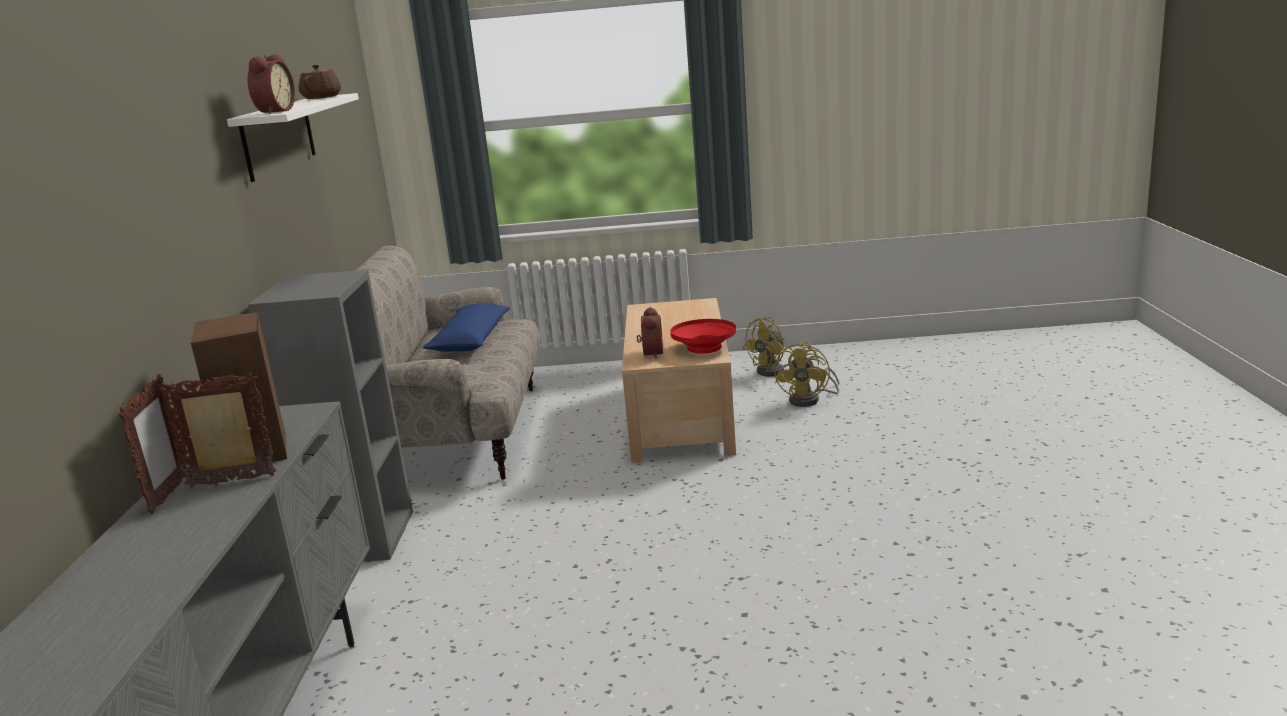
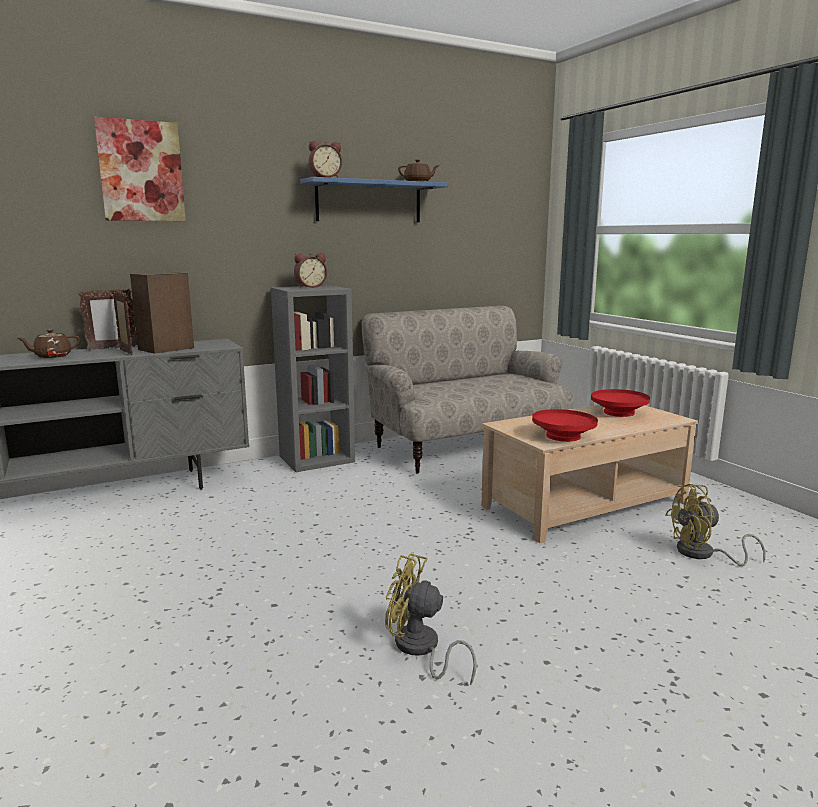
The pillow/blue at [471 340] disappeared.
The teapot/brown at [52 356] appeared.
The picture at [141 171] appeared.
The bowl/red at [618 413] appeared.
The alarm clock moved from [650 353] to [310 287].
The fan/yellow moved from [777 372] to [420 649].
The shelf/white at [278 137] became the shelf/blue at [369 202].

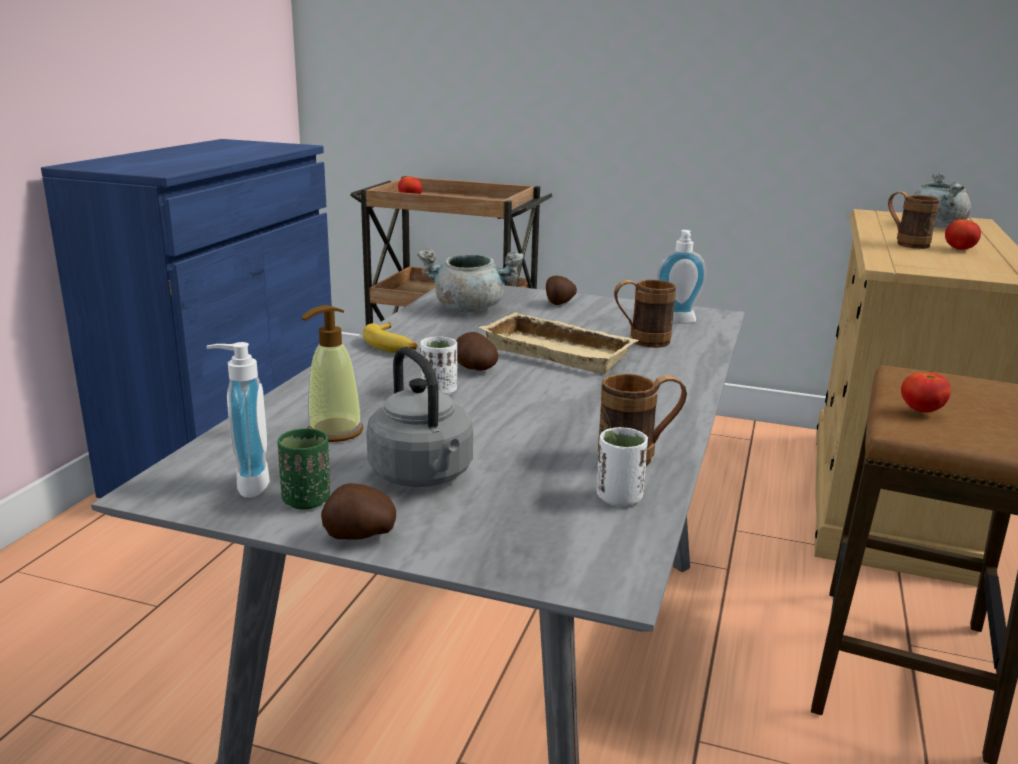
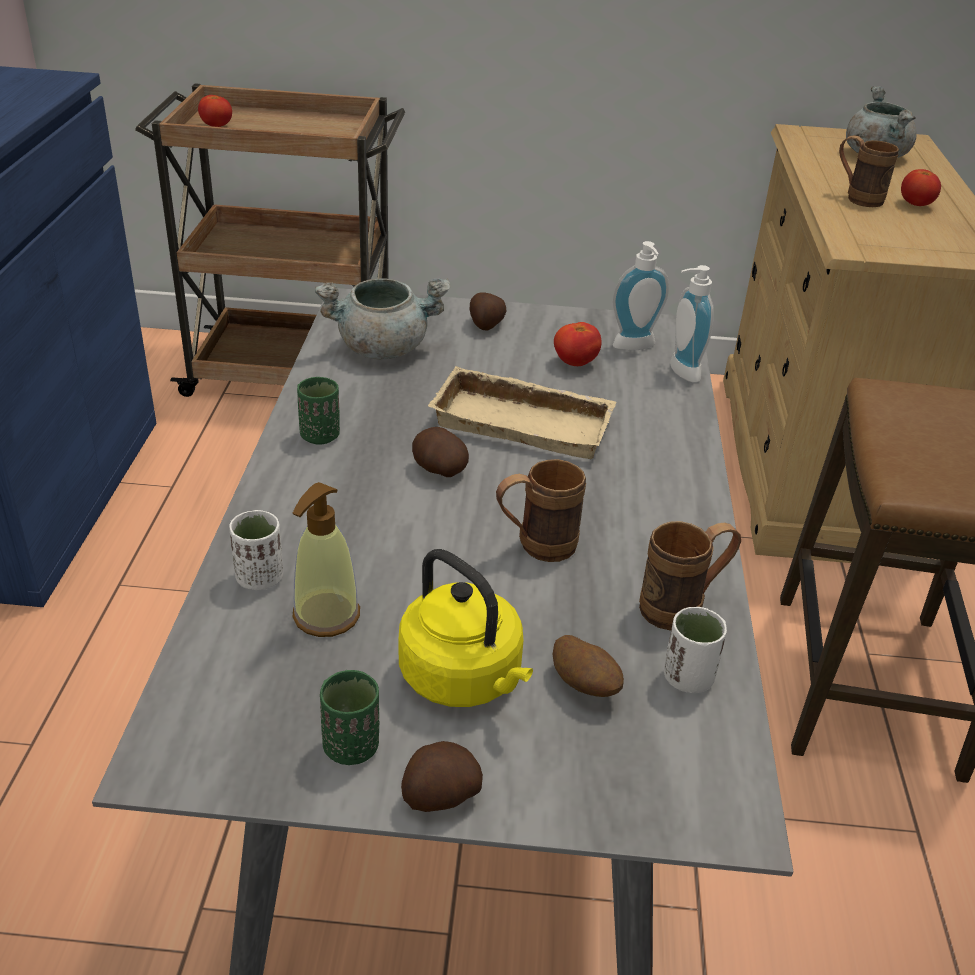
The potato at [585 686] appeared.
The soap dispenser moved from [245 484] to [680 372].
The cup/white moved from [439 391] to [260 578].
The mug/brown moved from [640 341] to [535 547].
The tomato moved from [921 411] to [575 363].
The banana at [392 345] was replaced by the cup/green at [320 436].
The kettle/grey at [423 476] became the kettle/yellow at [464 679].

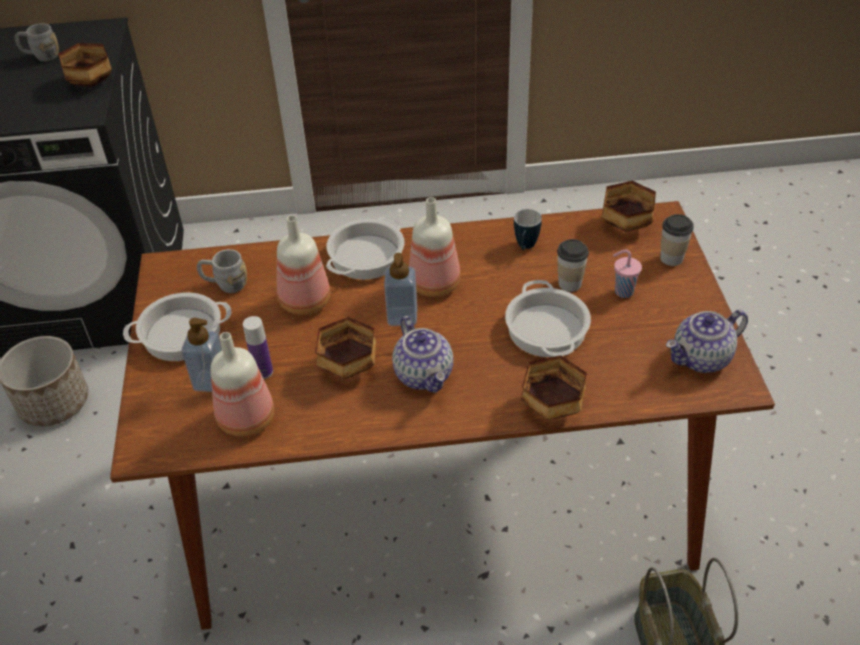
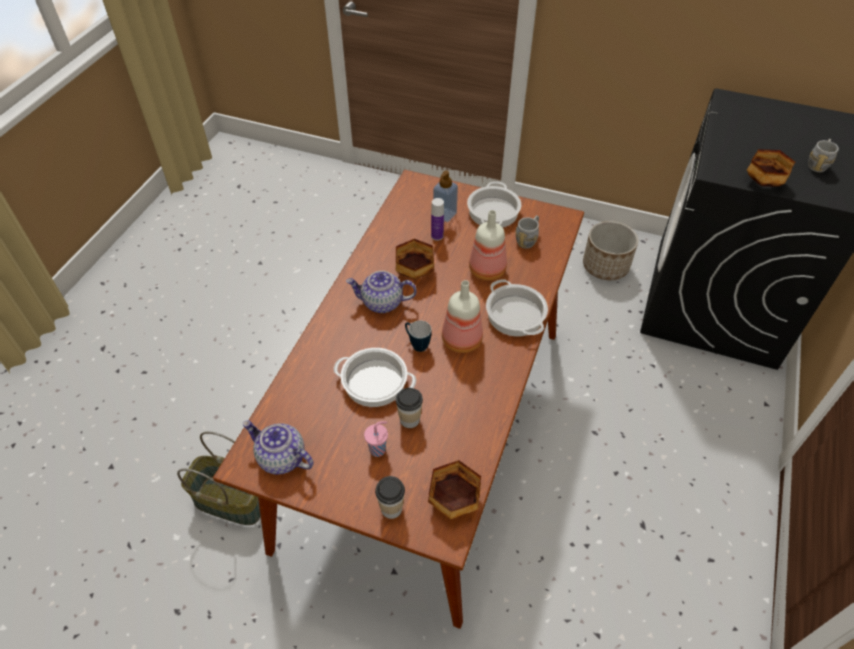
The bottle at [244 418] disappeared.
The soap dispenser at [402 316] disappeared.
The bowl at [551 405] disappeared.
The mug moved from [525 247] to [416 344].
The teapot at [701 359] turned 60 degrees counterclockwise.

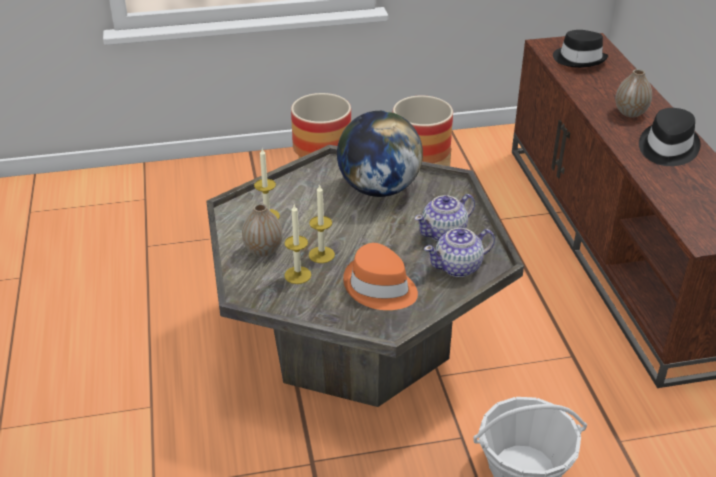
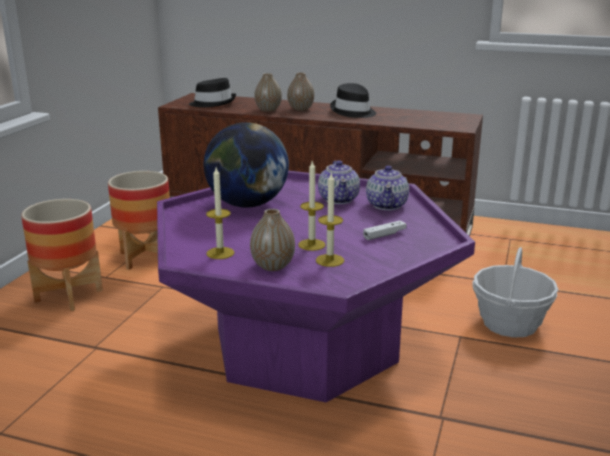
The vase at [268 110] appeared.
The hat/orange at [380 288] was replaced by the game controller/white at [384 235].
The coffee table/grey at [359 337] became the coffee table/purple at [305 344].

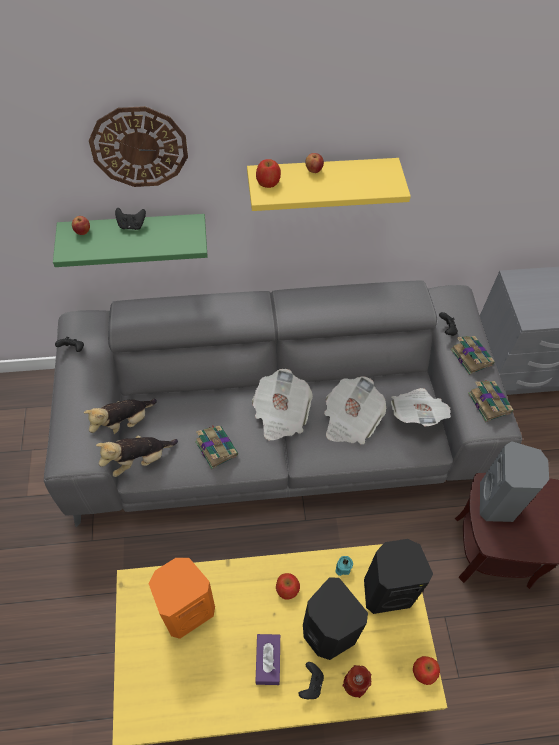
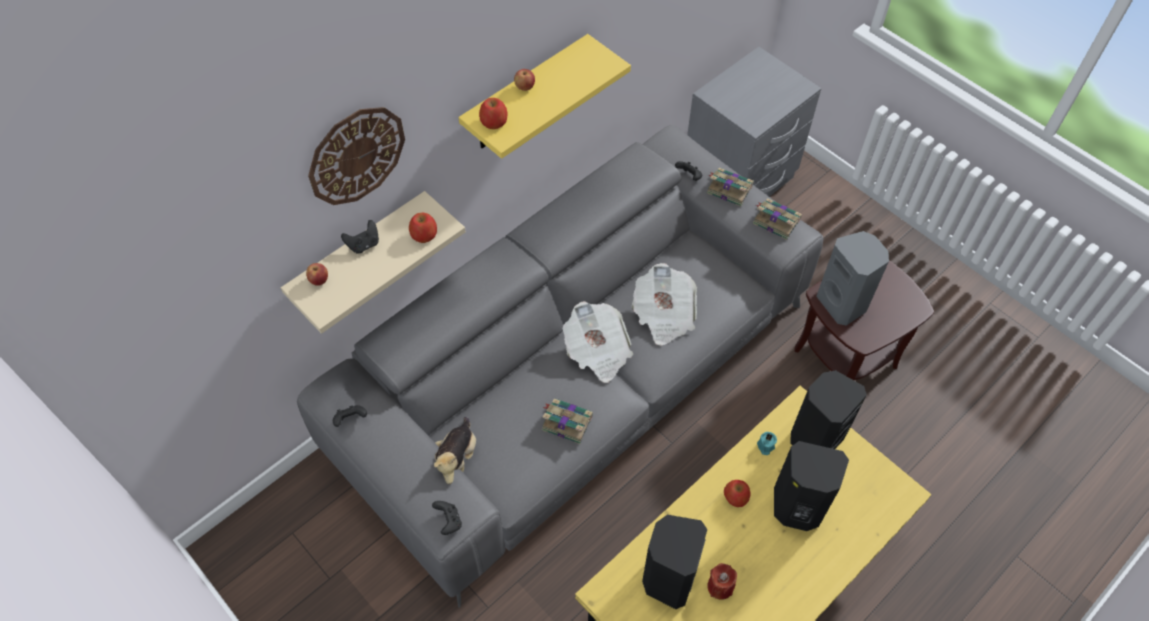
The plush toy at [139 460] disappeared.
The tissue box/purple at [268 661] disappeared.
The newspaper at [416 414] disappeared.
The game controller/black moved from [311 684] to [449 521].
The candle/red moved from [355 683] to [720 586].
The apple moved from [424 672] to [424 234].
The shelf/green at [135 235] became the shelf/beige at [360 255].
The speaker/orange at [186 609] became the speaker/black at [668 578].

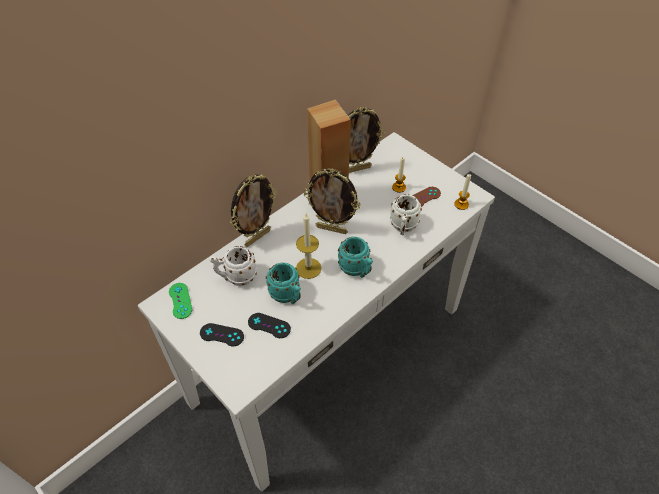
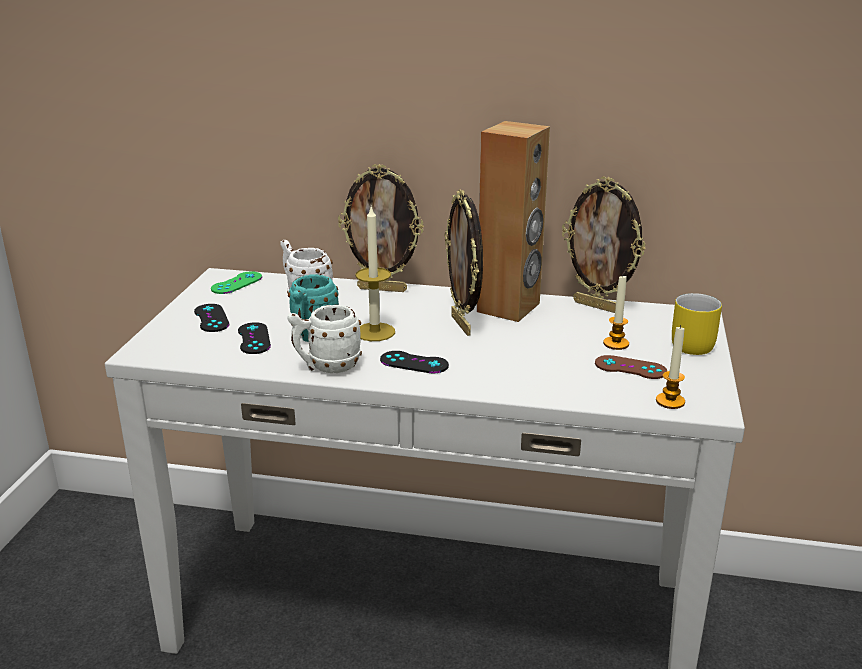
The mug/yellow at [688 343] appeared.
The mug/white moved from [403 228] to [326 367].
The mug/turquoise at [356 270] was replaced by the game controller/black at [414 362].

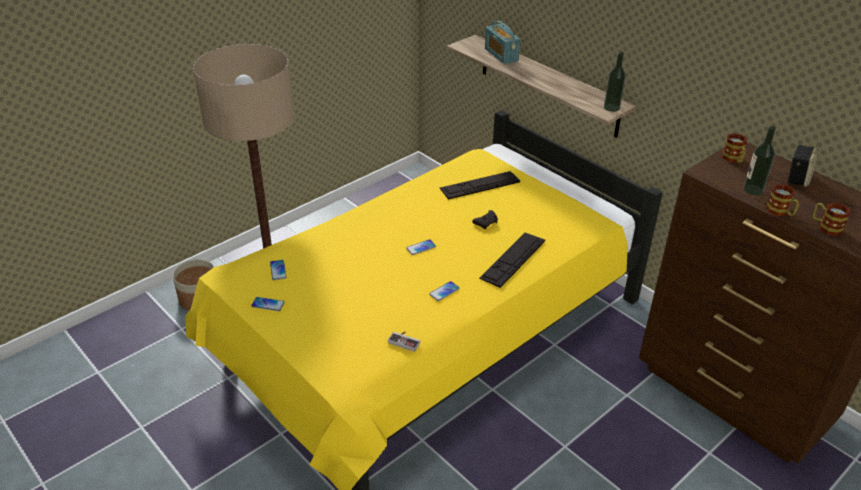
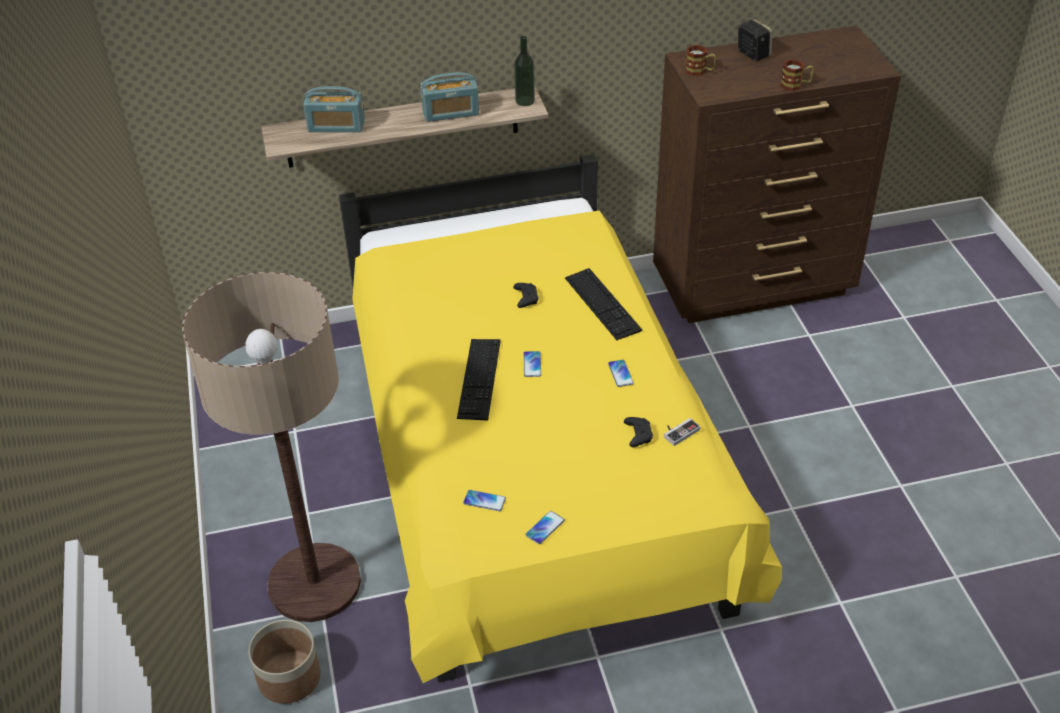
The bottle at [753 189] disappeared.
The mug at [825 227] disappeared.
The radio at [450 113] appeared.
The game controller/black at [637 435] appeared.
The keyboard moved from [480 185] to [479 378].

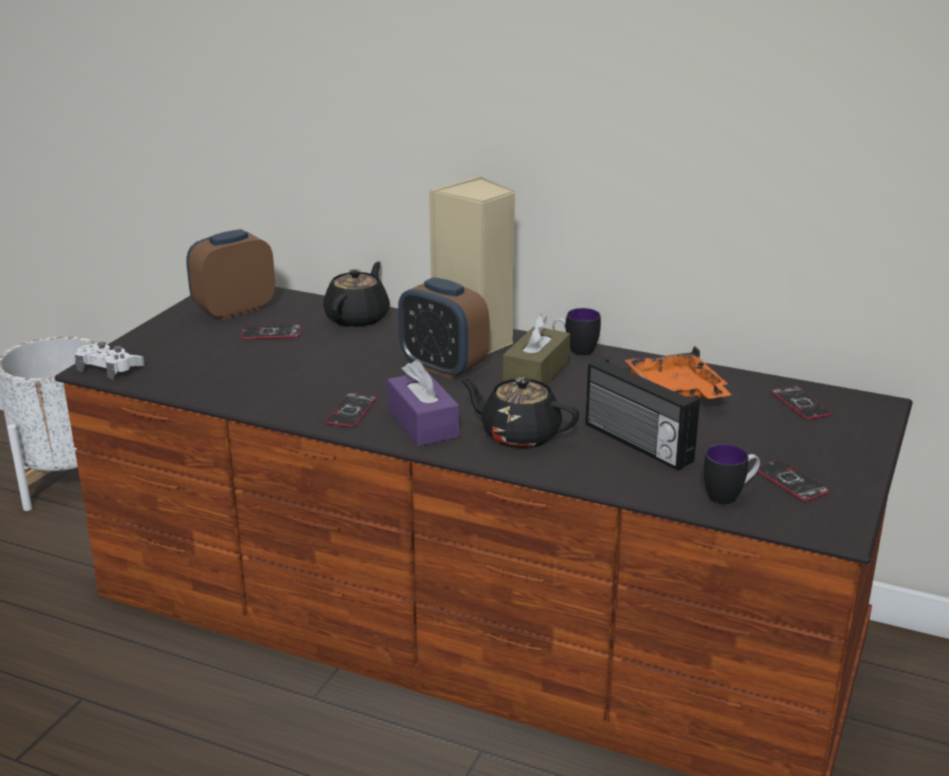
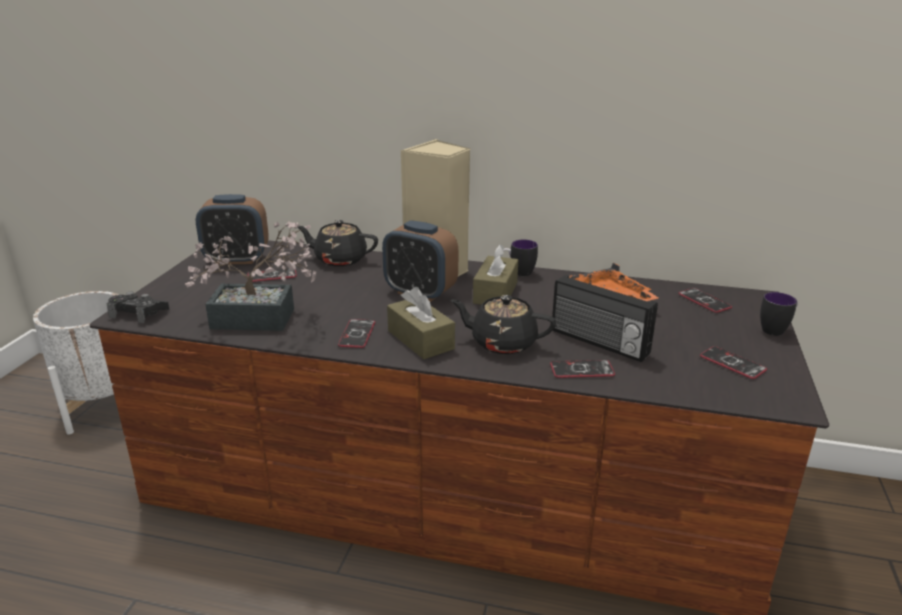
The potted plant at [262 319] appeared.
The phone at [582 370] appeared.
The mug moved from [729 496] to [776 330].
The game controller/white at [109 368] became the game controller/black at [138 313].
The tissue box/purple at [423 423] became the tissue box/brown at [420 340].
The alarm clock at [234 310] turned 135 degrees counterclockwise.
The teapot/black at [358 318] turned 90 degrees counterclockwise.

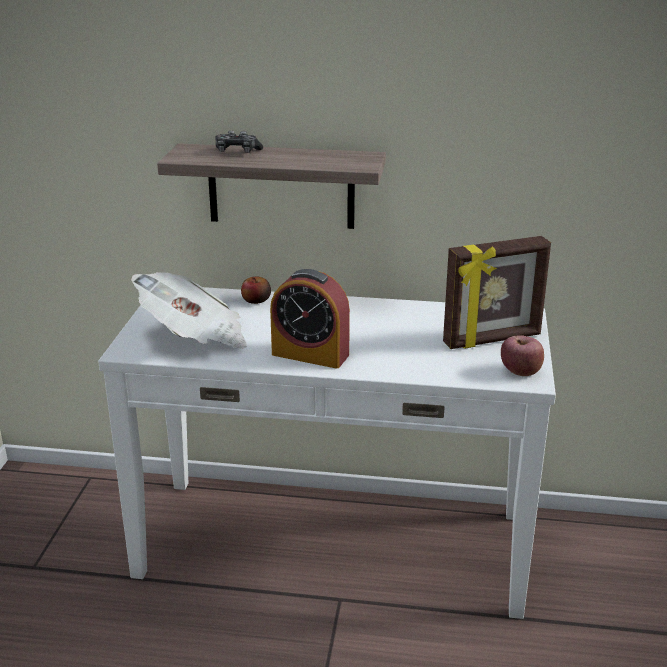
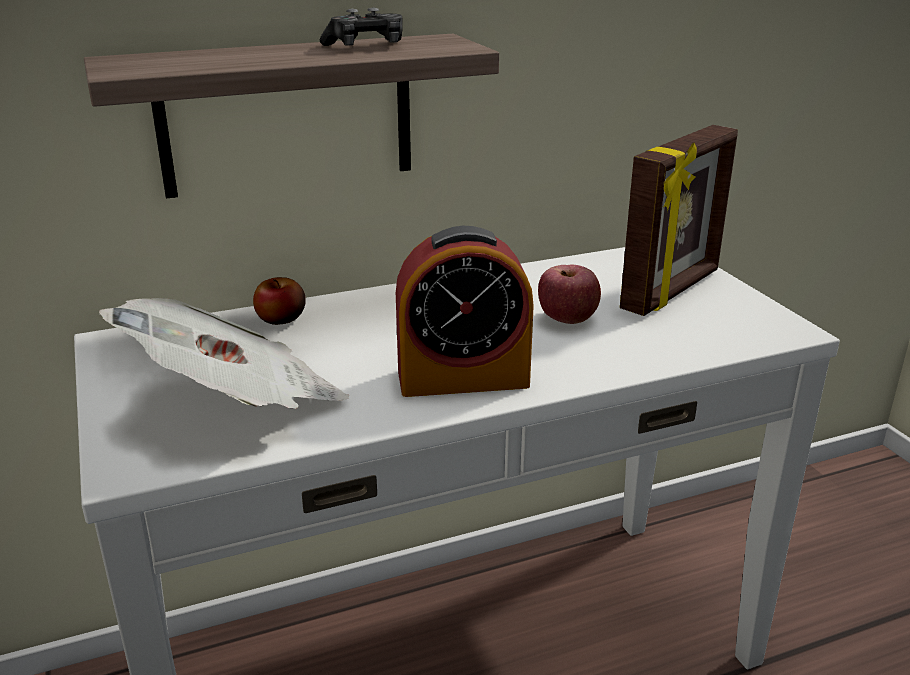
The game controller moved from [237 152] to [366 46].
The apple moved from [520 372] to [567 319].

